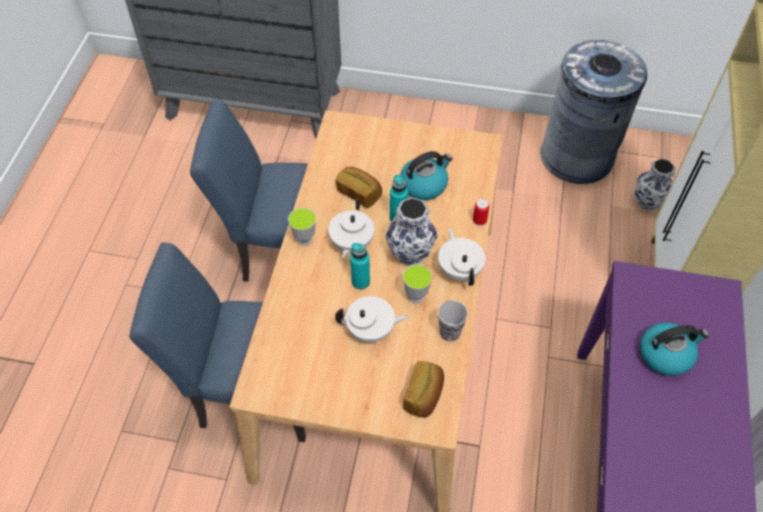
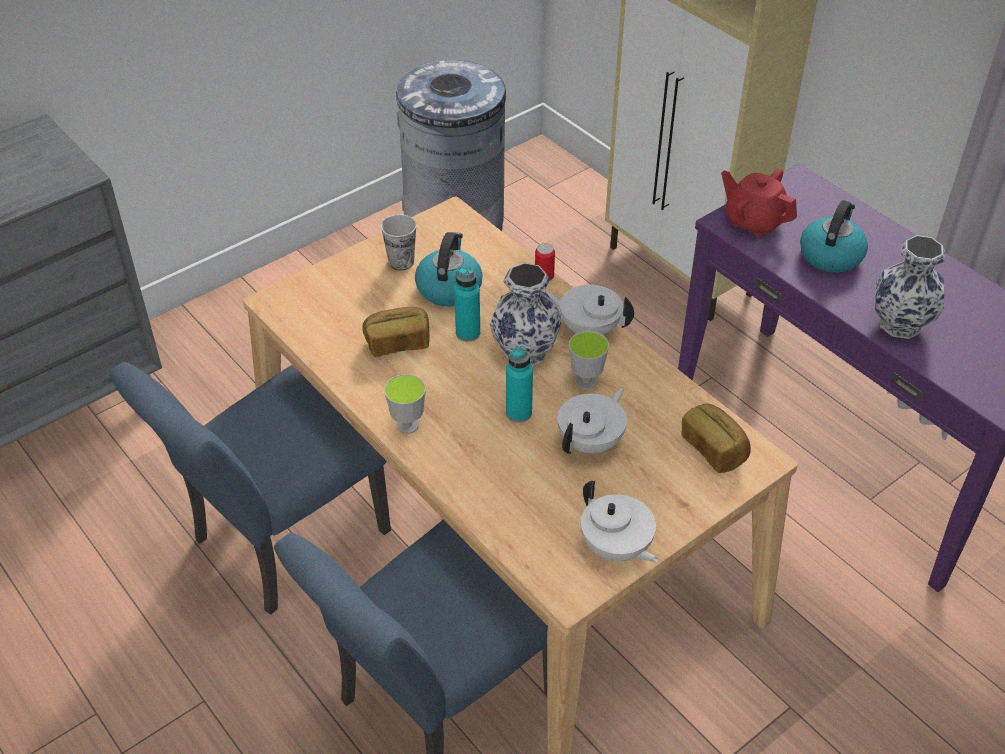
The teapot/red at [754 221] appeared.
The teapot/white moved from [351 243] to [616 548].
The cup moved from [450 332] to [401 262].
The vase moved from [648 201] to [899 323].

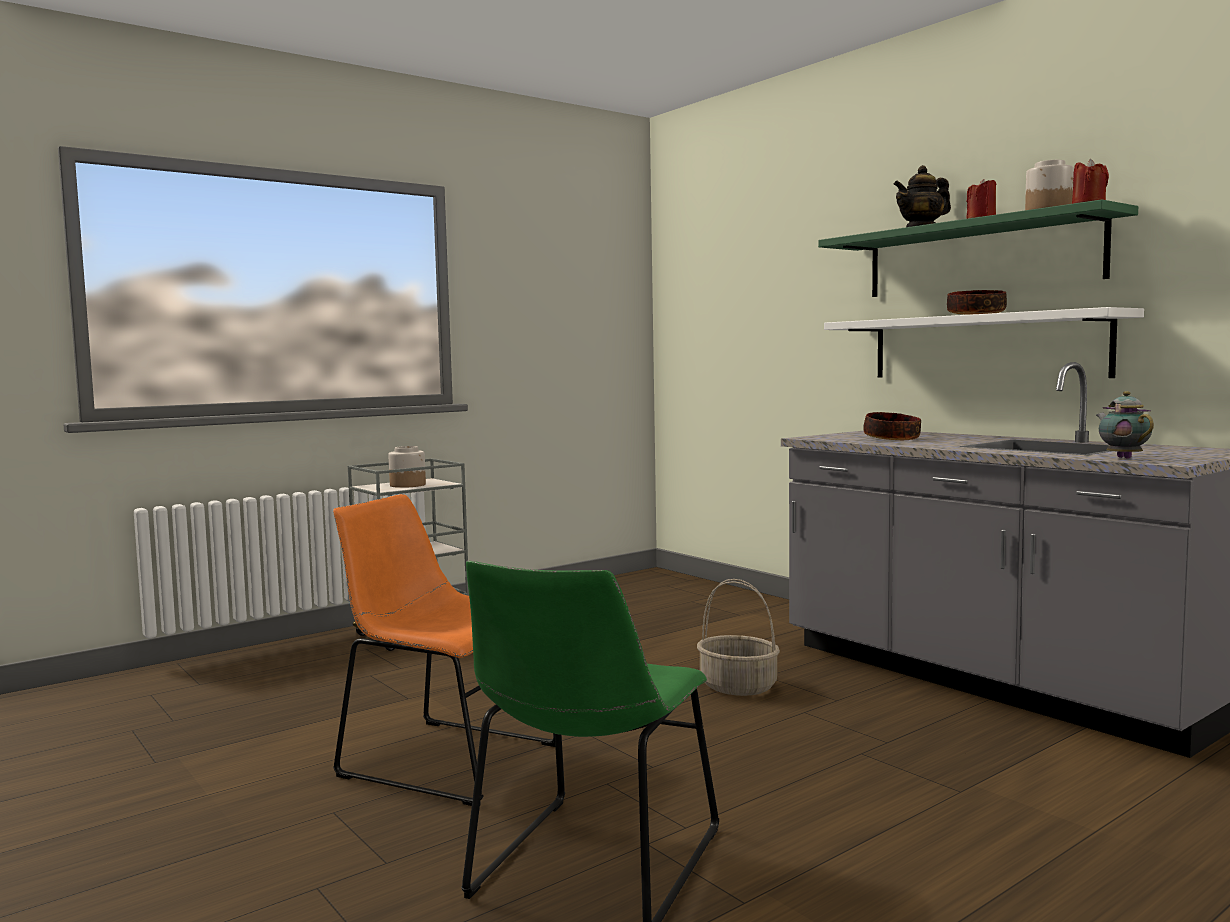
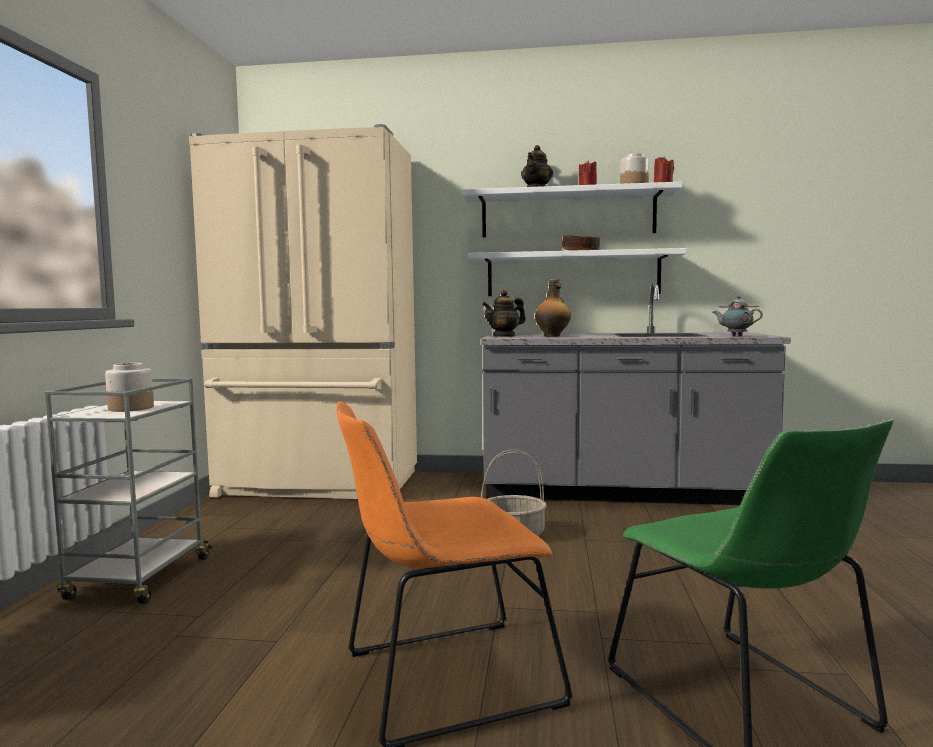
The fridge/beige at [318 485] appeared.
The teapot at [504 336] appeared.
The bowl at [891 439] was replaced by the bottle at [552 336].
The shelf/green at [979 258] became the shelf/white at [567 214].

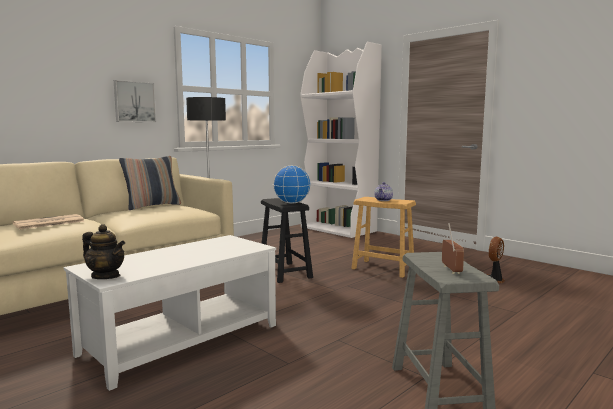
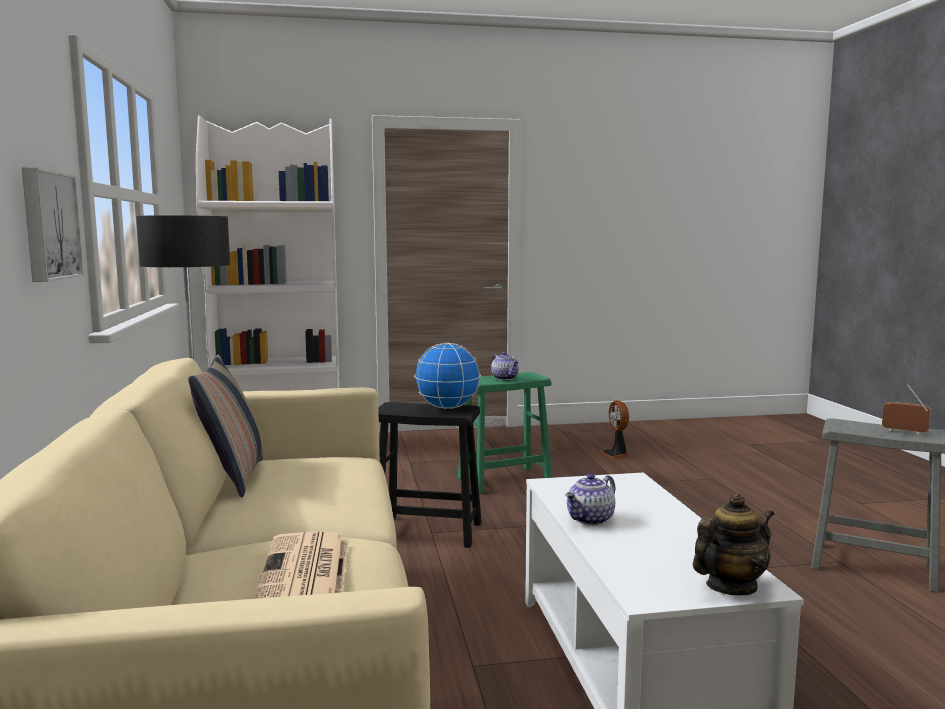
The teapot at [591 520] appeared.
The stool/brown at [383 268] became the stool/green at [504 480].

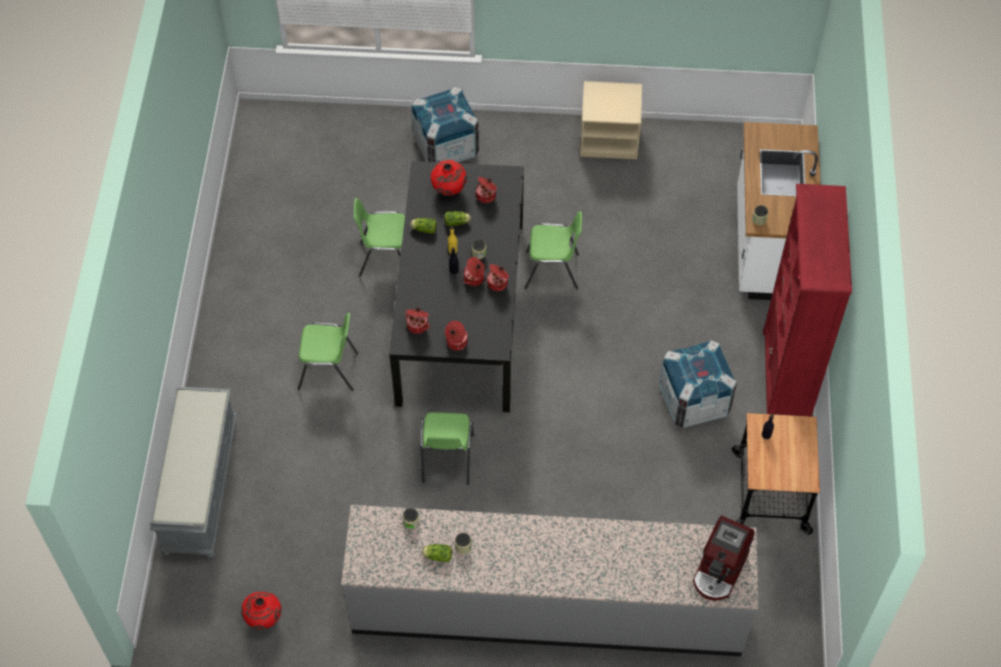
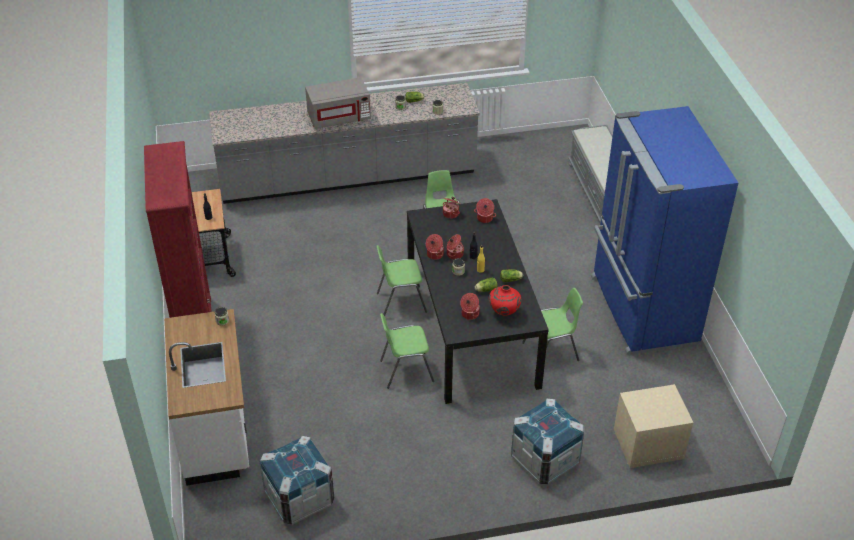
The vase/red at [263 618] disappeared.
The coffee machine at [720 570] disappeared.
The microwave/grey at [339 118] appeared.
The fridge/blue at [641 310] appeared.
The chair/green moved from [329 370] to [400 302].
The nightstand/beige moved from [609 138] to [648 445].
The crate moved from [694 400] to [299 498].

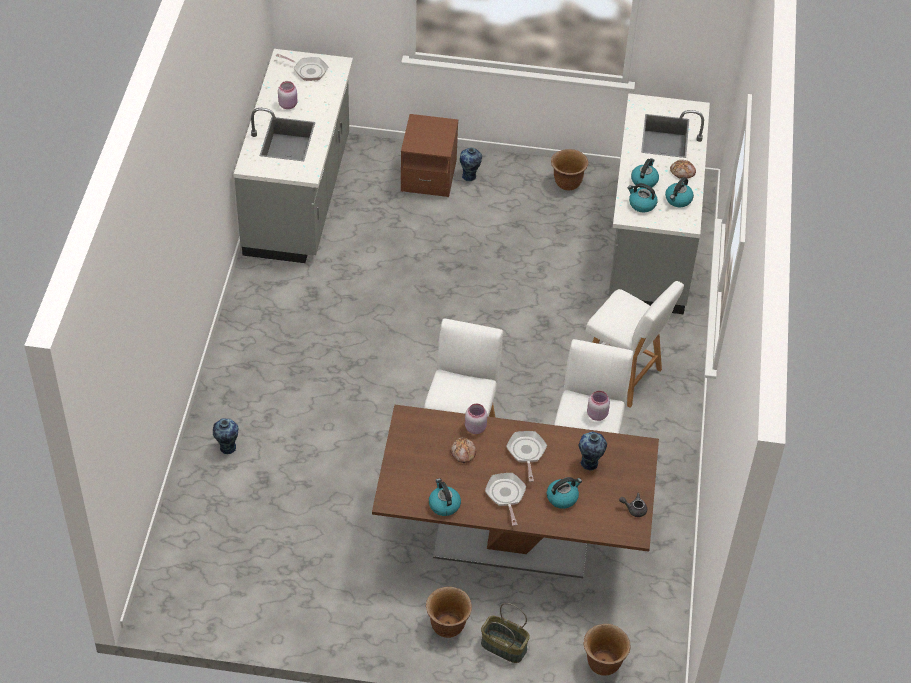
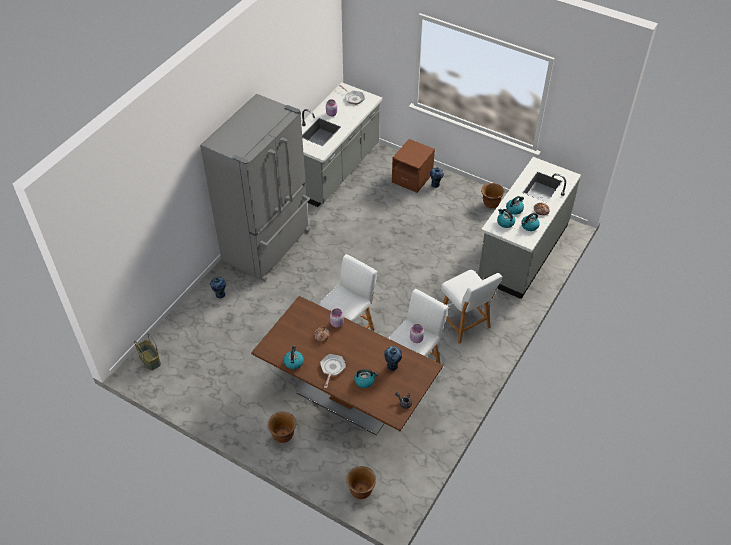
The frying pan at [526 453] disappeared.
The fridge/grey at [268 246] appeared.
The basket moved from [503 647] to [149 359].

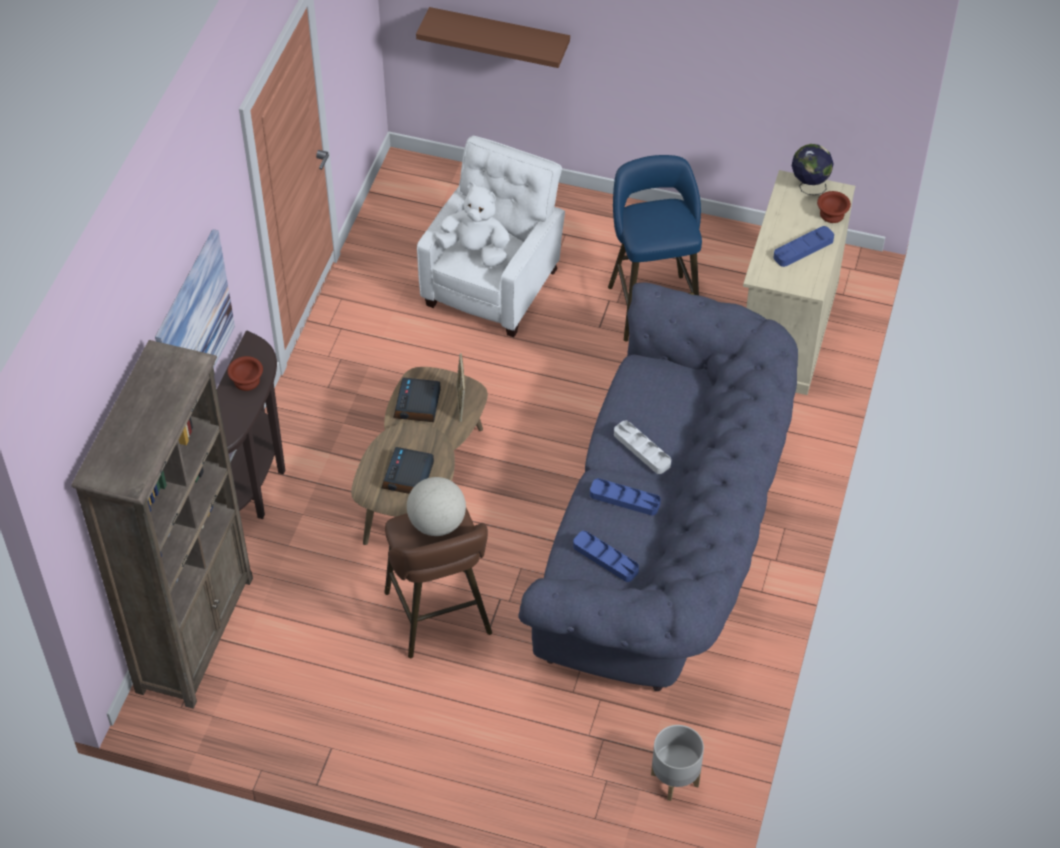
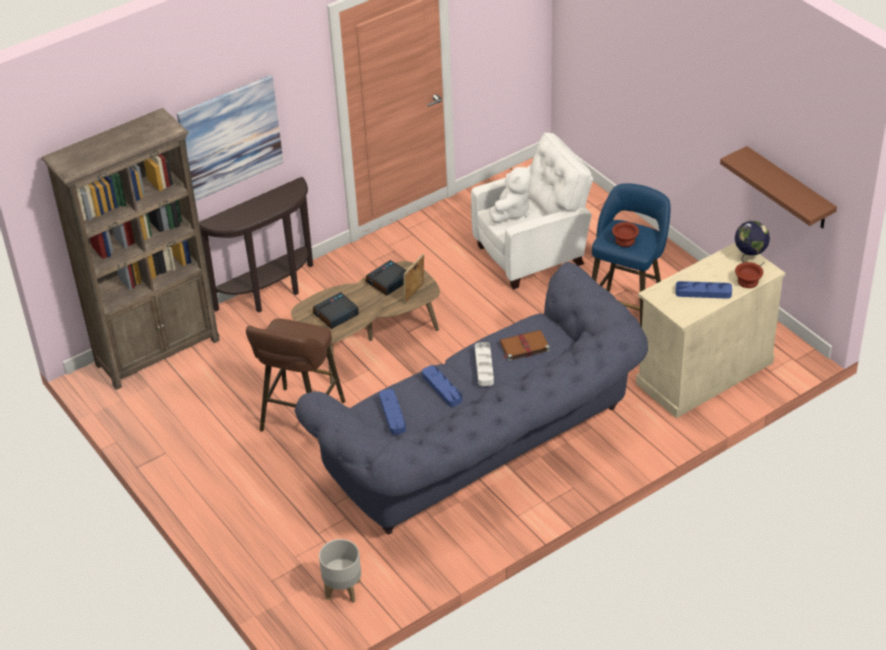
The globe at [437 523] disappeared.
The book/brown at [523 347] appeared.
The bowl/brown moved from [248 381] to [625 241].
The shelf/brown moved from [499 36] to [789 189].
The plush toy/white at [475 250] turned 60 degrees clockwise.

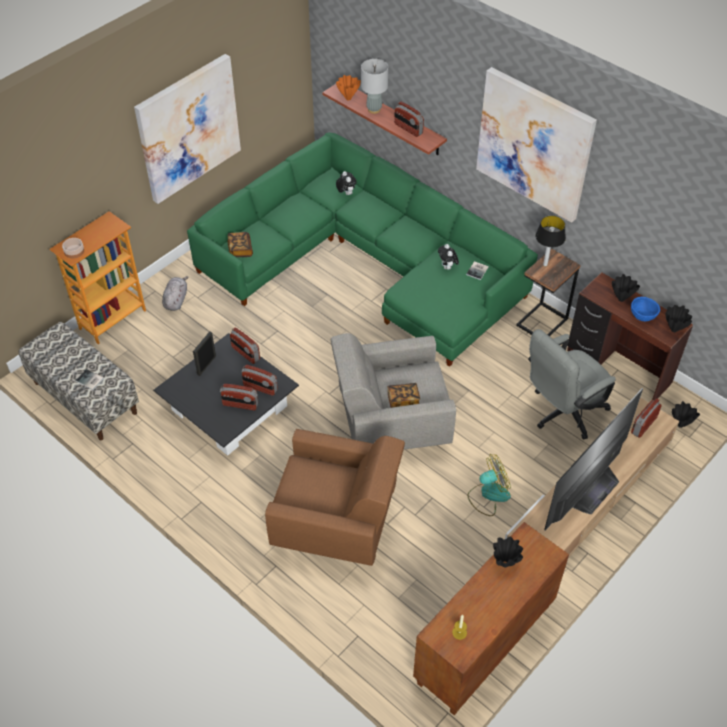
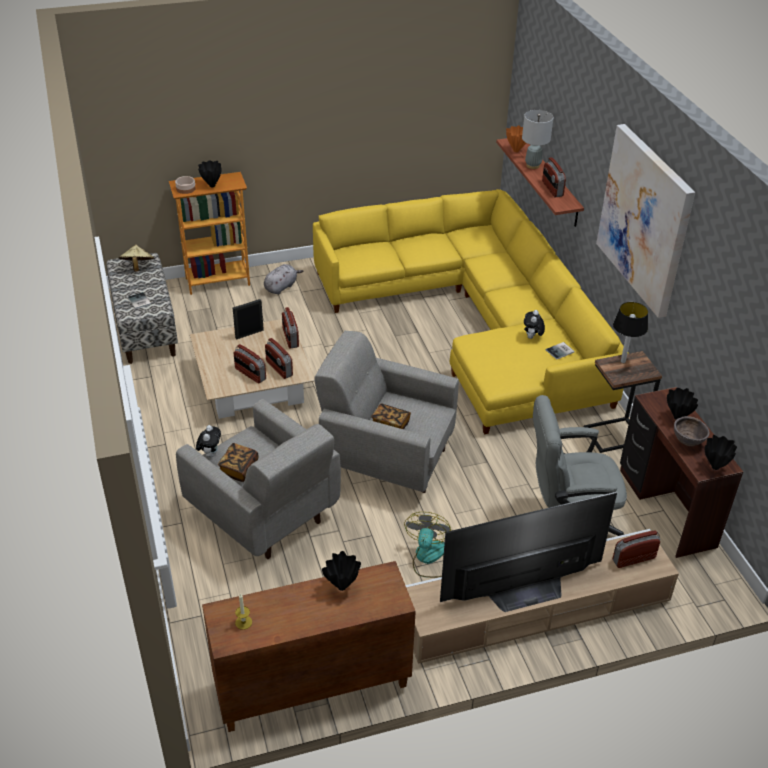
The picture at [188 128] disappeared.
The hat/beige at [137 267] appeared.
The book moved from [240 250] to [238 468].
The plush toy moved from [346 193] to [210 454].
The vase/black moved from [679 425] to [212 185].
The coffee table/black at [230 408] became the coffee table/beige at [253 384].
The sofa/green at [367 263] became the sofa/yellow at [477 321].
The armchair/brown at [337 525] became the armchair/grey at [264 516].
The bowl/blue at [642 317] became the bowl/brown at [687 442].
The fan at [488 495] turned 90 degrees counterclockwise.

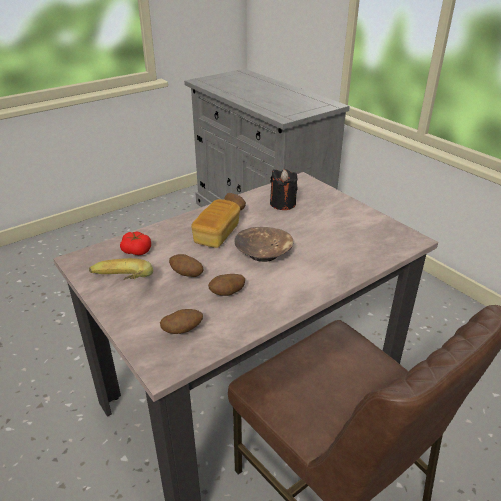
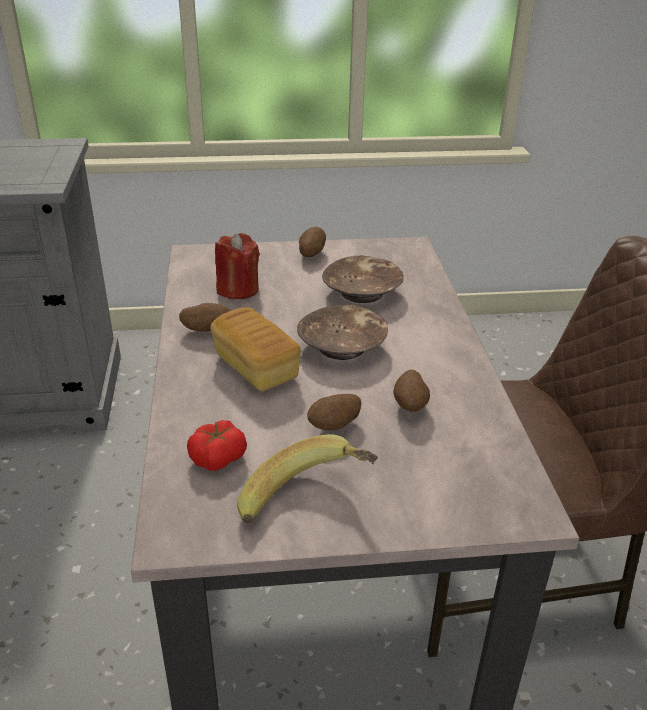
The bowl/brown at [363 292] appeared.
The potato moved from [182 330] to [311 254].
The candle/black at [282 204] became the candle/red at [238 289].

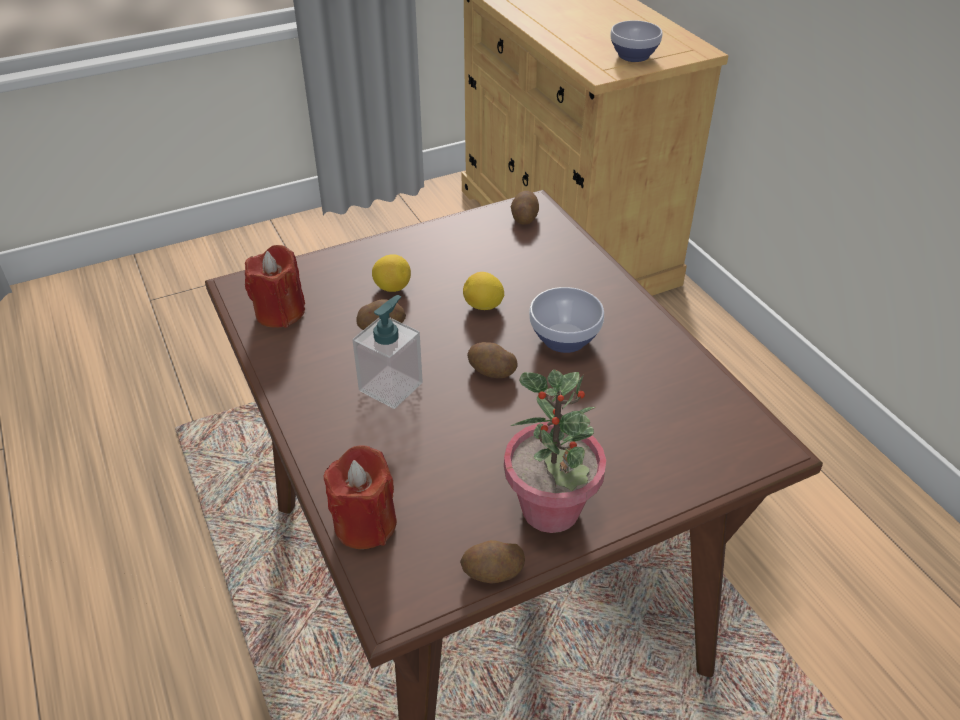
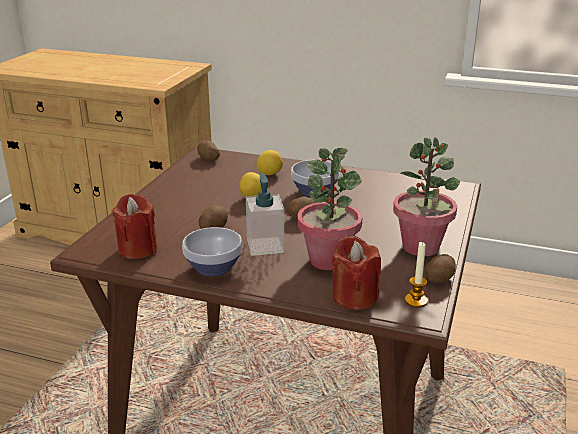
The potted plant at [328 260] appeared.
The candle at [416 301] appeared.
The lemon moved from [392 288] to [269 174].
The bowl moved from [633 55] to [212 267].

